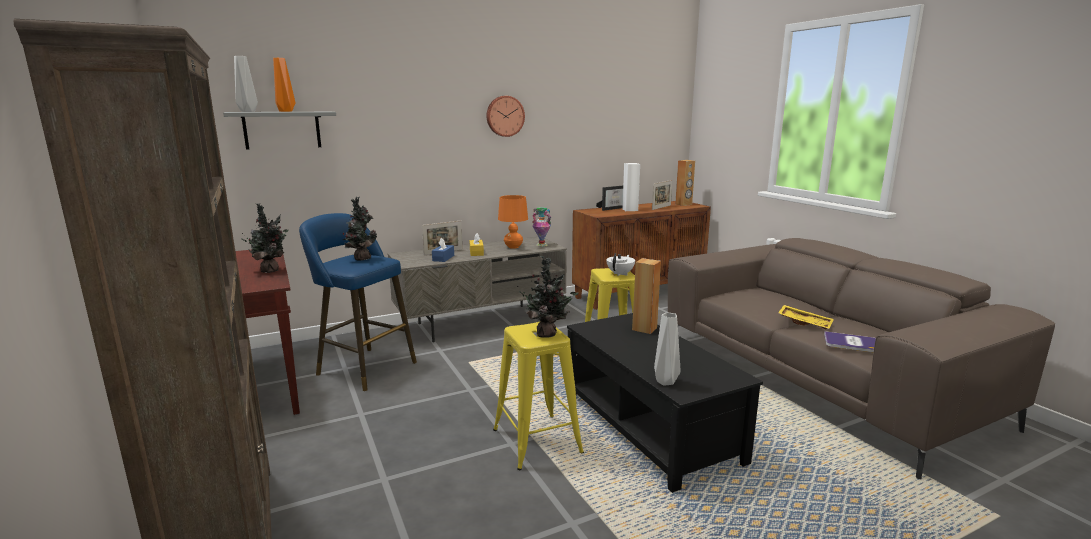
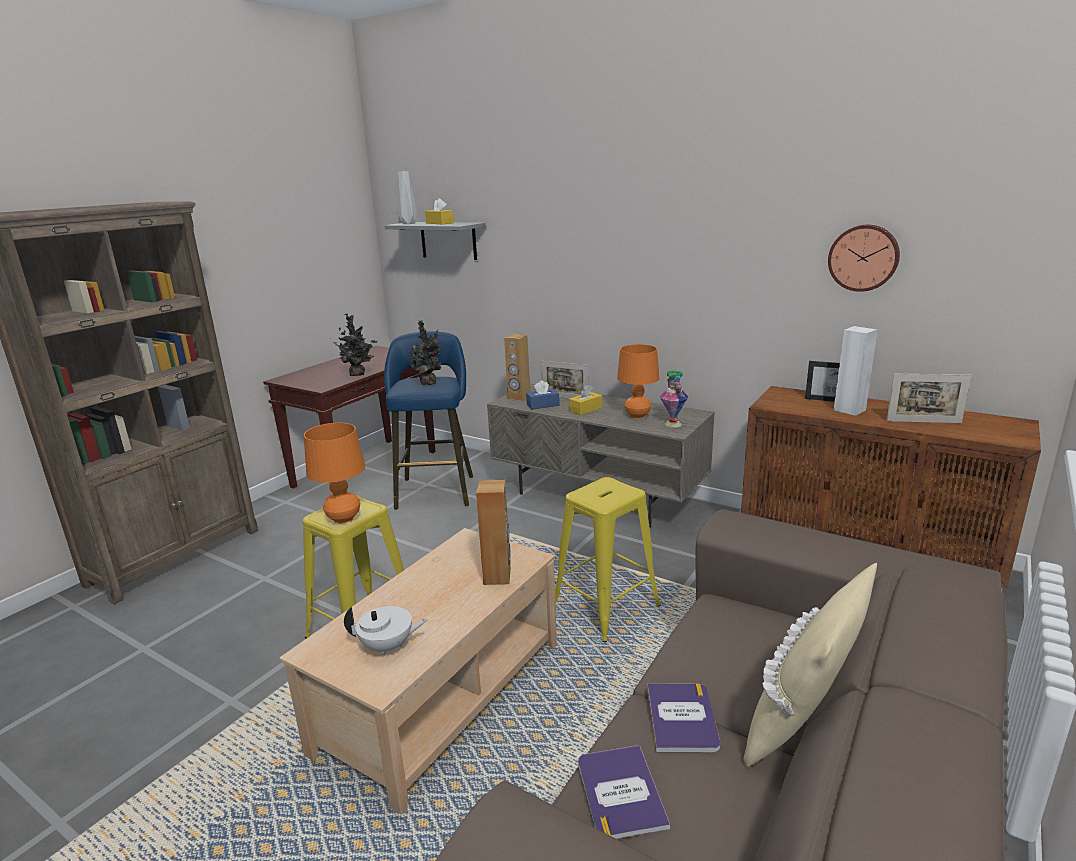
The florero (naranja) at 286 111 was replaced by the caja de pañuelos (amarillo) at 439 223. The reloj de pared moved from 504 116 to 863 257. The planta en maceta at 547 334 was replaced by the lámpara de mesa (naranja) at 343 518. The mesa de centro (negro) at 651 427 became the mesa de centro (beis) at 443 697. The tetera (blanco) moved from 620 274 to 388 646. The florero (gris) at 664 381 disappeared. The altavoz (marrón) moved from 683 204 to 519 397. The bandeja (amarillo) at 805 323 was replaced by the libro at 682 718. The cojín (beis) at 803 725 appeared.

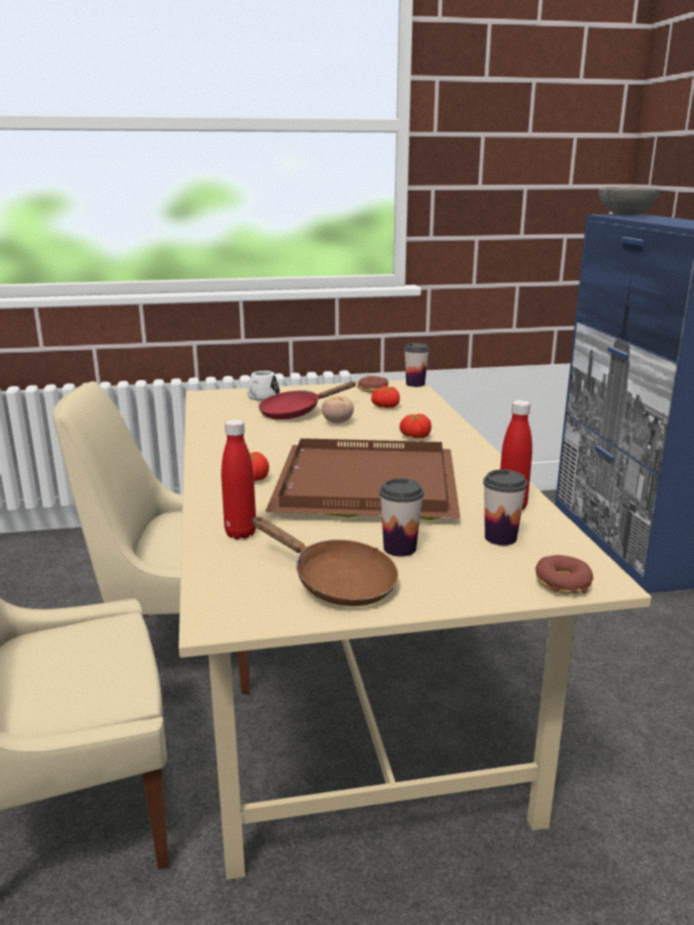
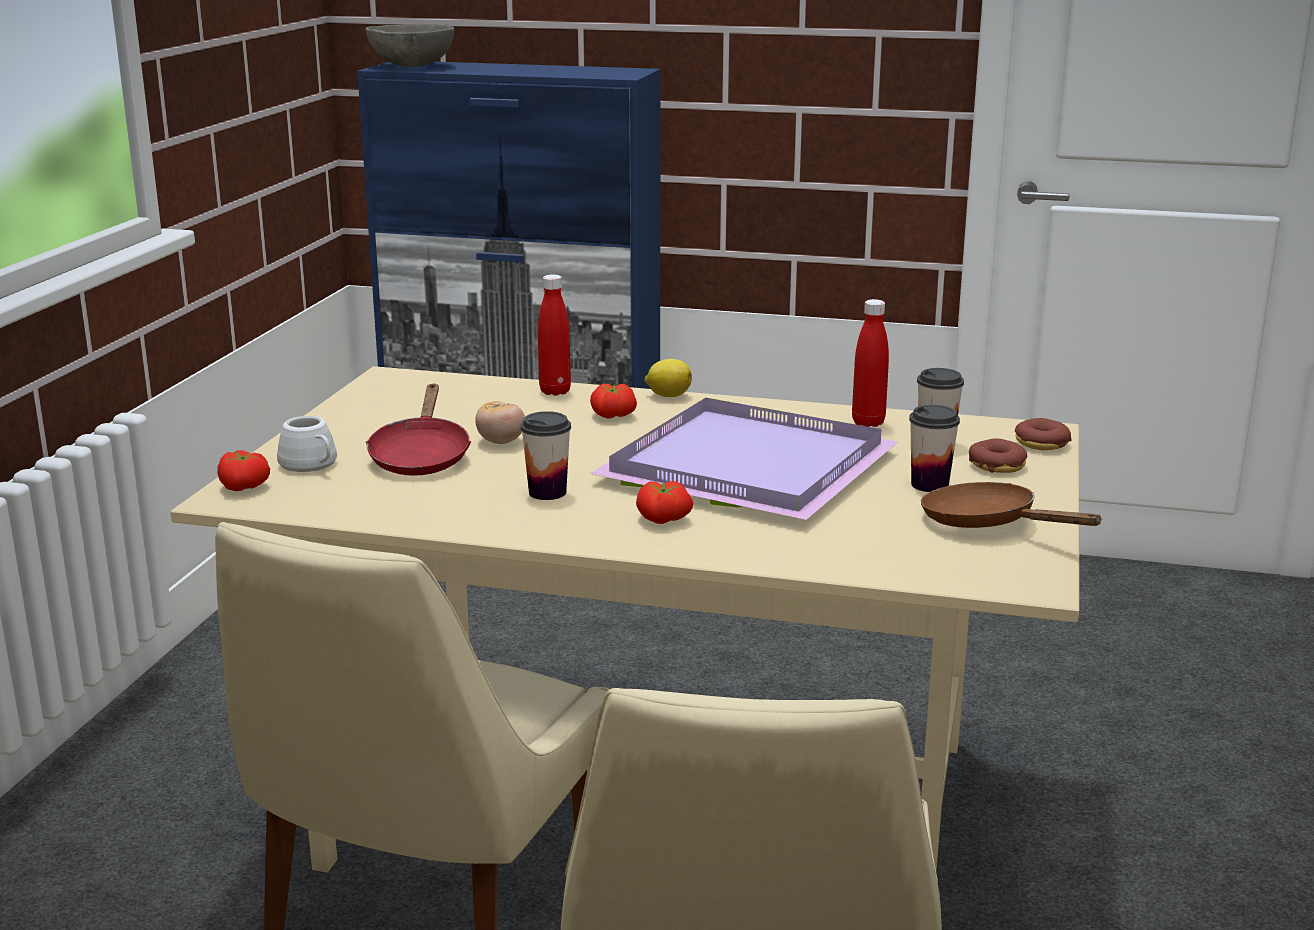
The botella (rojo) moved from 240 533 to 555 391. The sartén (marrón) at 336 583 turned 105 degrees counterclockwise. The bandeja (marrón) at 363 483 became the bandeja (morado) at 741 468. The rosquilla moved from 373 389 to 997 465. The tomate moved from 387 407 to 245 487. The taza moved from 415 384 to 547 492. The limón at 668 396 appeared.

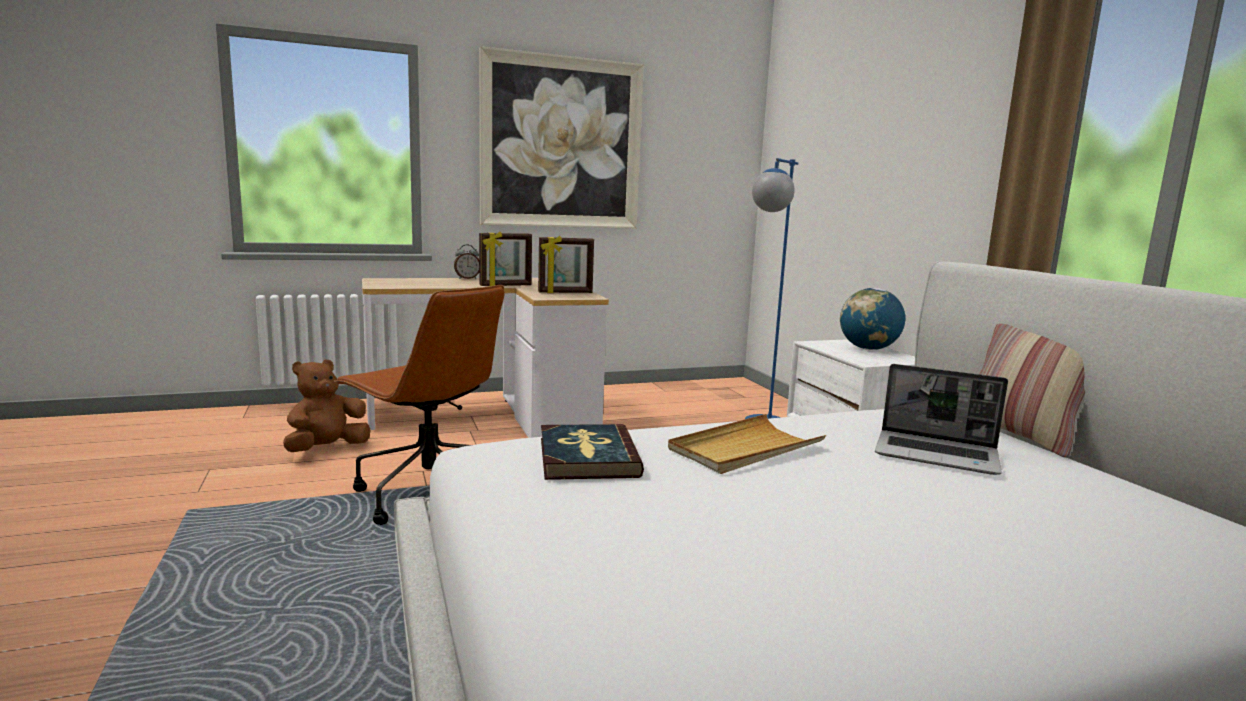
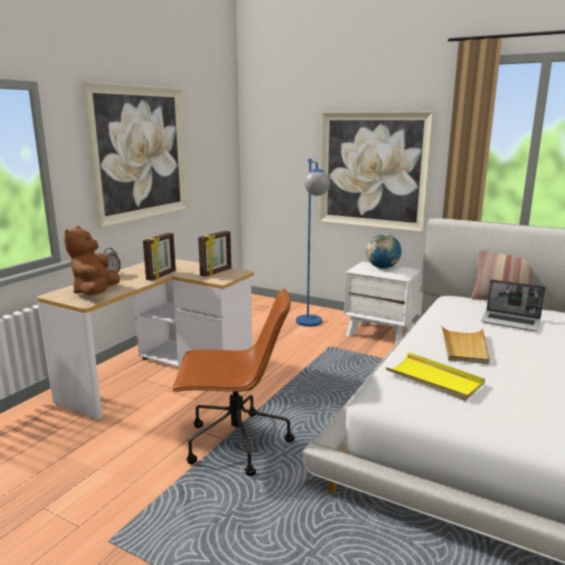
The peluche (marrón) moved from 326 449 to 96 293. The libro at 587 457 was replaced by the bandeja (amarillo) at 434 379. The portátil at 938 455 turned 45 degrees clockwise. The cuadro at 373 170 appeared.

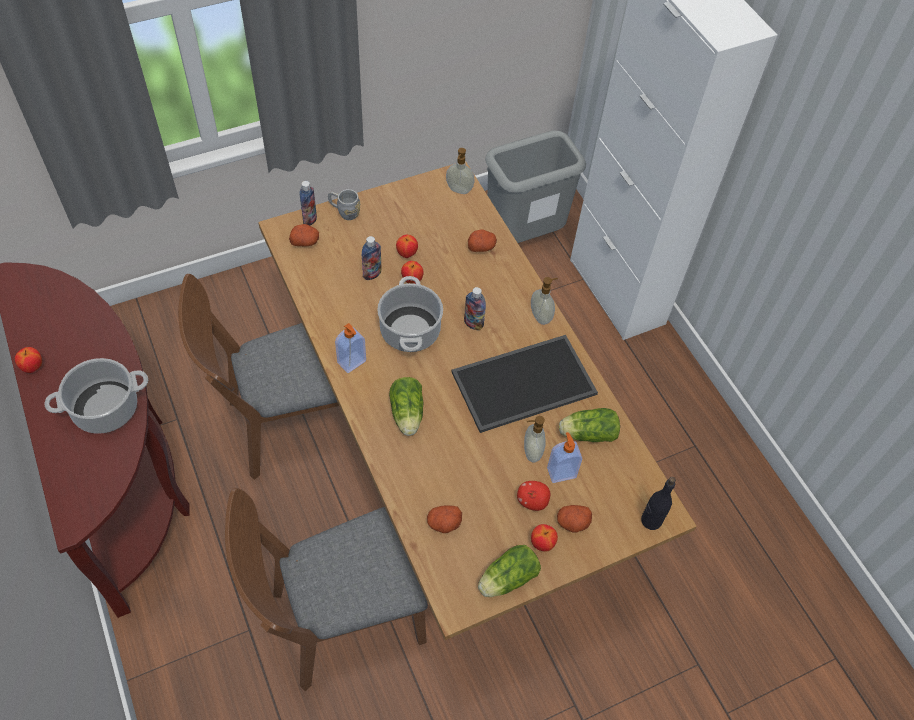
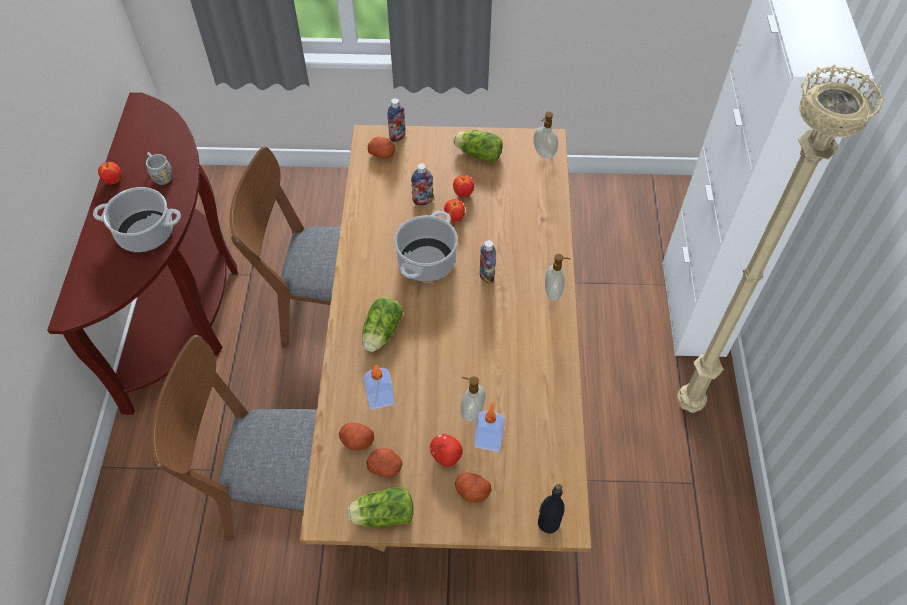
The taza grande (gris) moved from 344 212 to 160 175. The dispensador de jabón moved from 352 362 to 381 400. The bandeja at 523 385 disappeared. The patata moved from 481 246 to 385 467. The papelera (gris) at 524 236 disappeared. The manzana at 542 544 disappeared. The lechuga moved from 586 433 to 477 153. The lámpara de pie (beis) at 687 405 appeared.

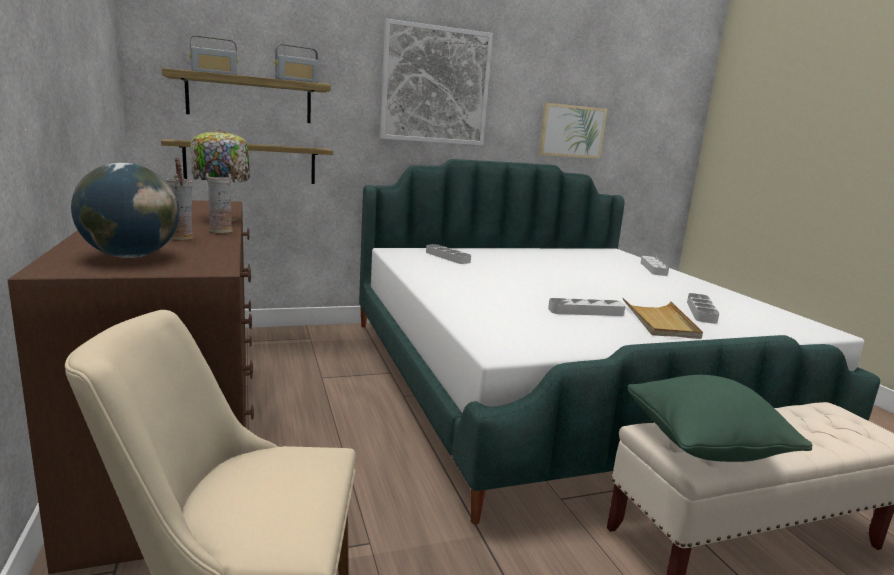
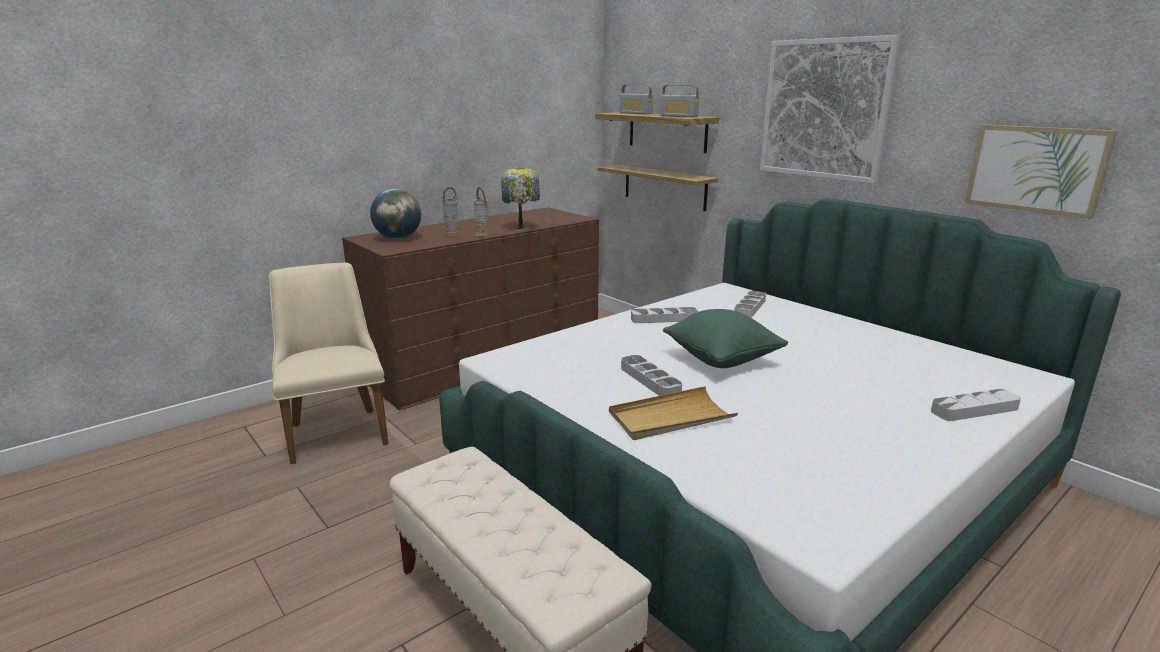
The cojín (verde) moved from 704 446 to 722 360. The bandeja (gris) moved from 701 312 to 664 319.

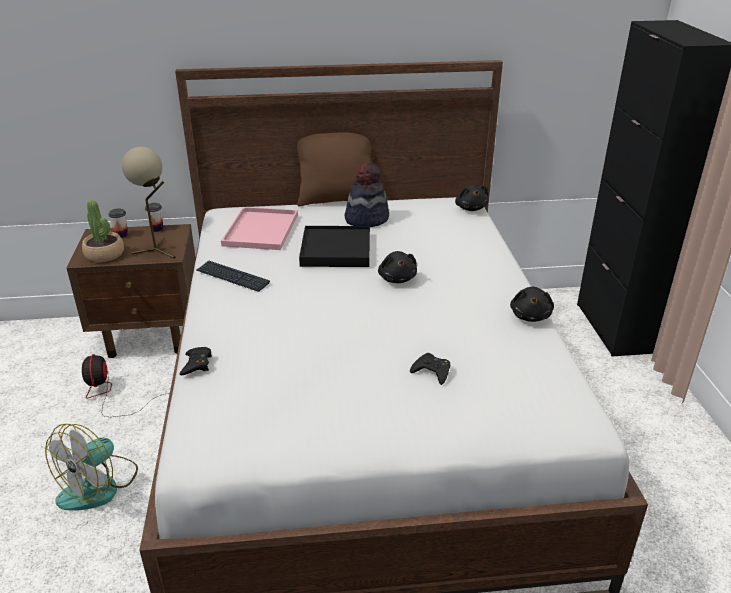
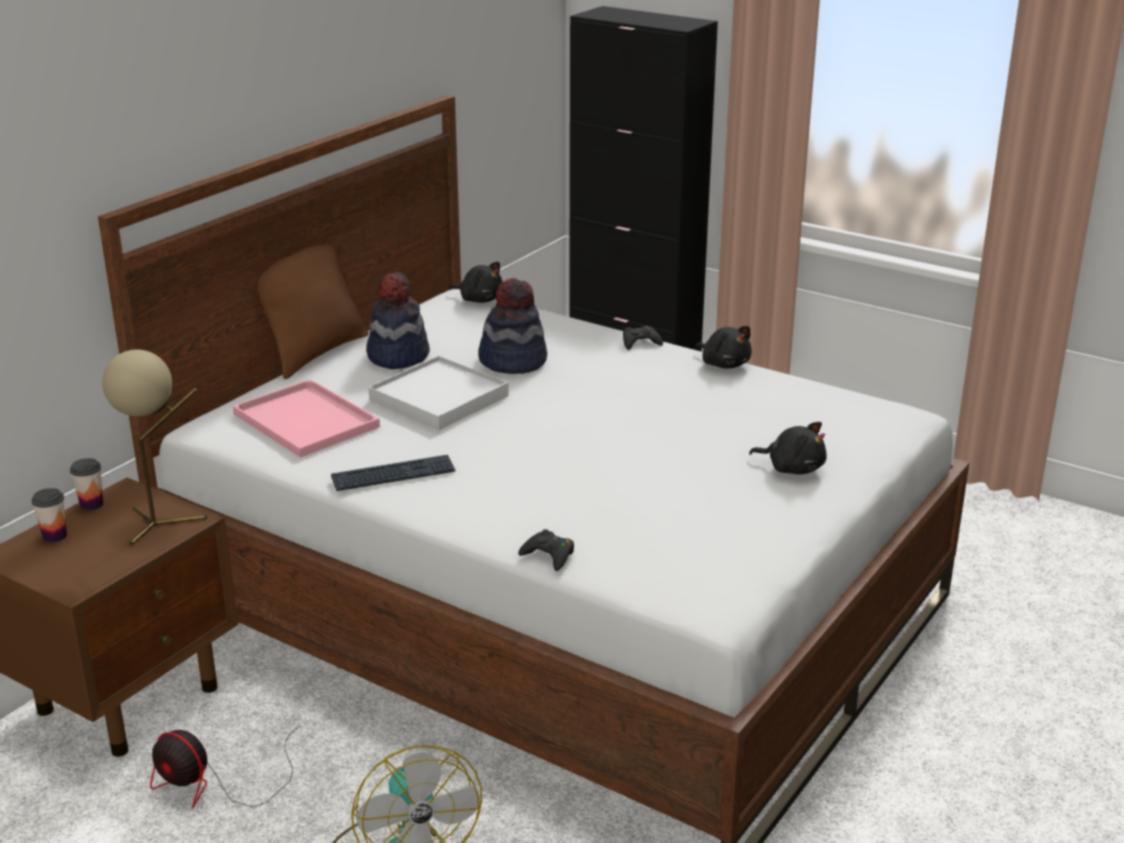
The planta en maceta at 105 254 disappeared. The bandeja (negro) at 336 250 became the bandeja (blanco) at 439 398. The peluche (negro) moved from 397 278 to 792 468. The mando de consola (negro) moved from 432 372 to 640 342. The sombrero at 513 361 appeared.

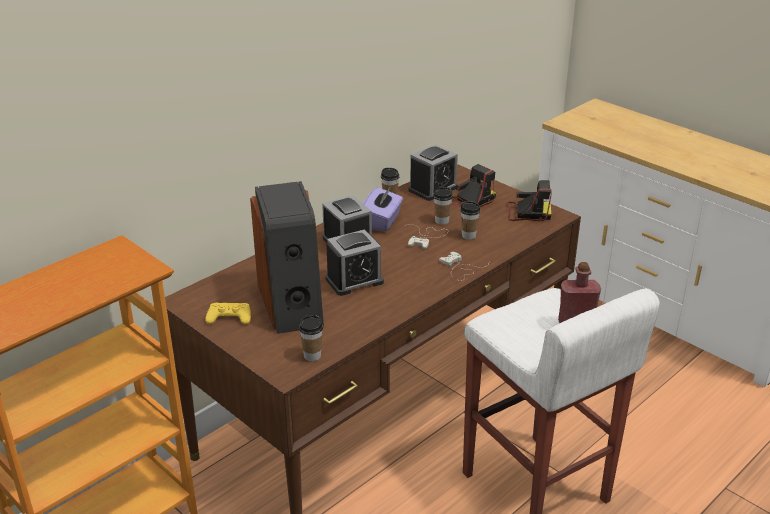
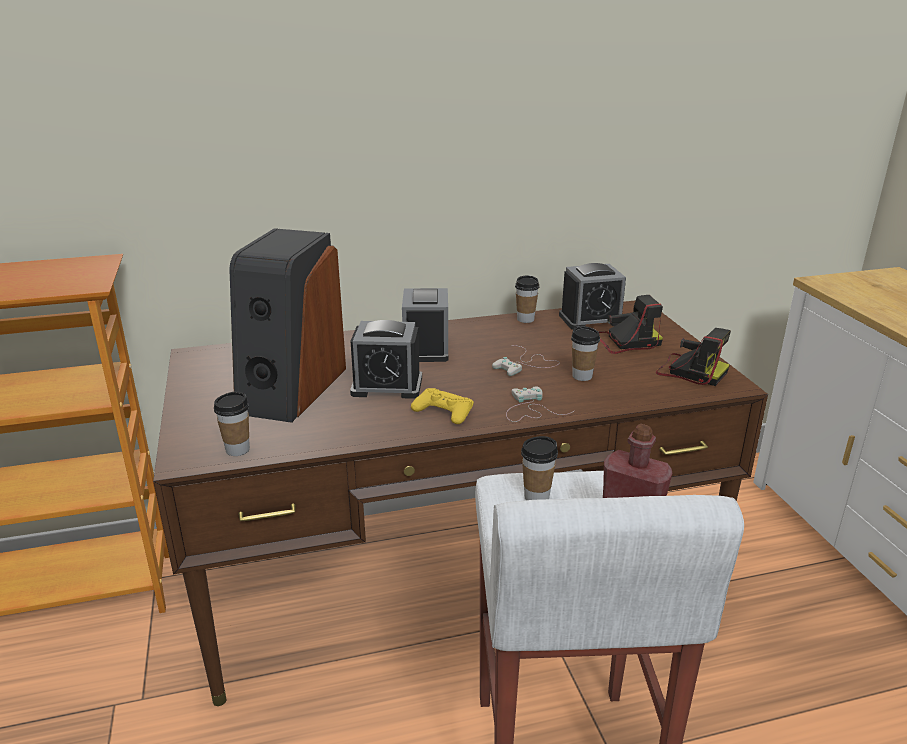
The mando de consola (amarillo) moved from 229 317 to 443 411. The caja de pañuelos (morado) at 382 221 disappeared. The taza moved from 442 221 to 536 497.

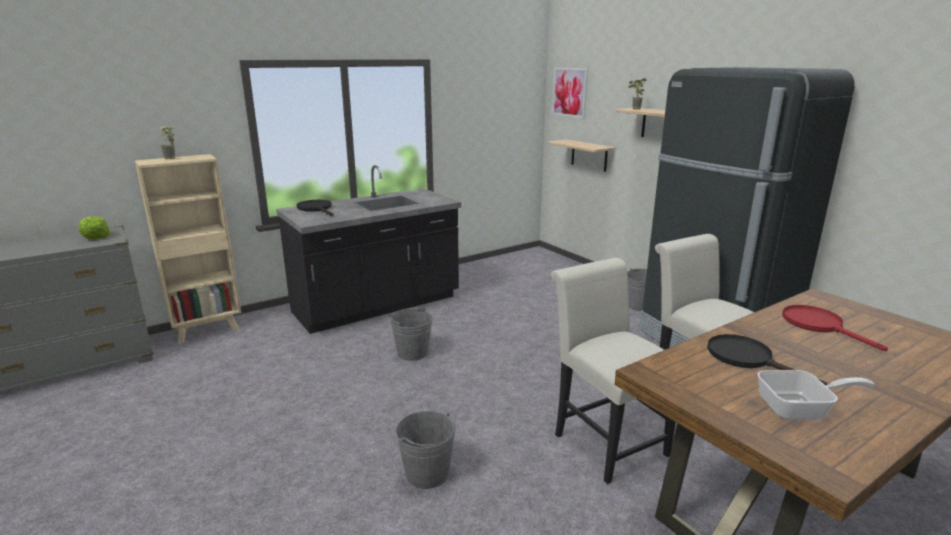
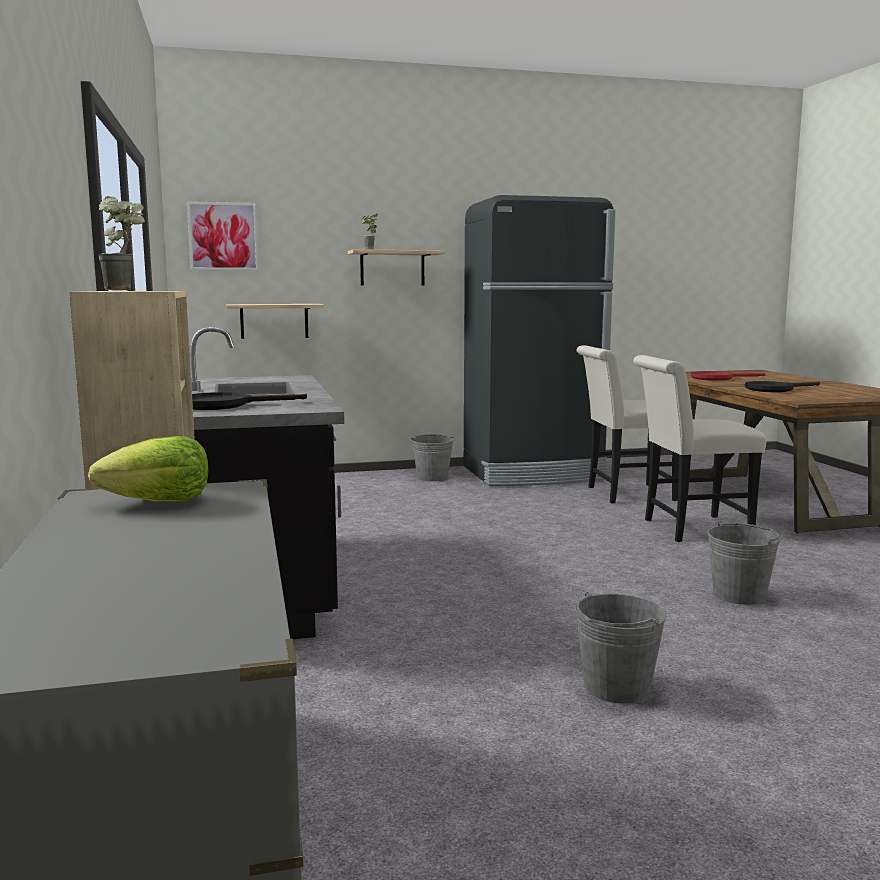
The cubo (gris) moved from 412 353 to 616 687. The sartén at 800 409 disappeared.

